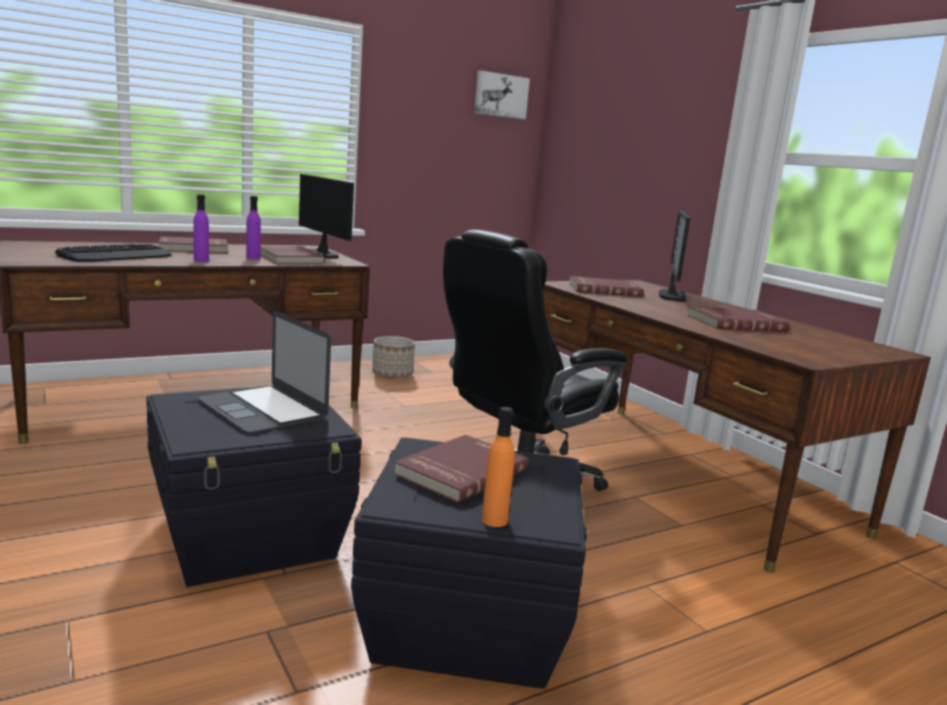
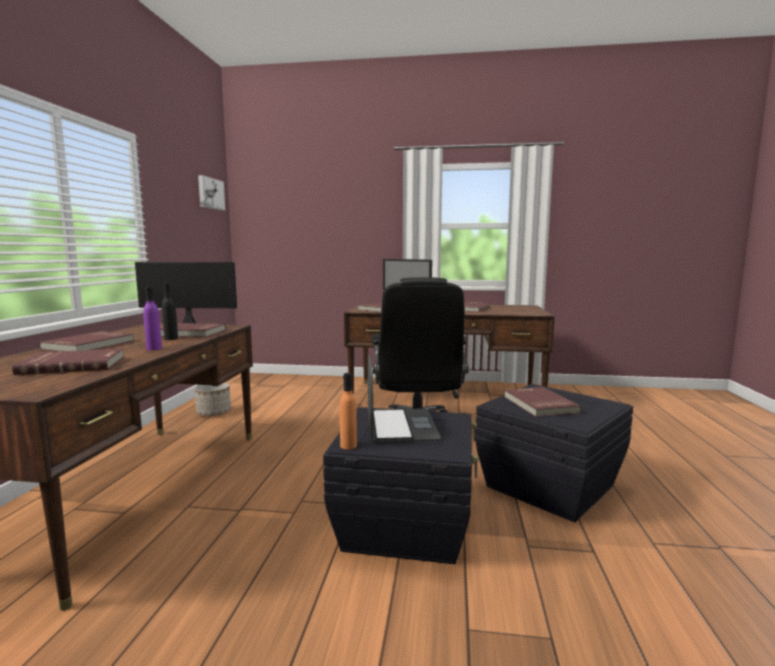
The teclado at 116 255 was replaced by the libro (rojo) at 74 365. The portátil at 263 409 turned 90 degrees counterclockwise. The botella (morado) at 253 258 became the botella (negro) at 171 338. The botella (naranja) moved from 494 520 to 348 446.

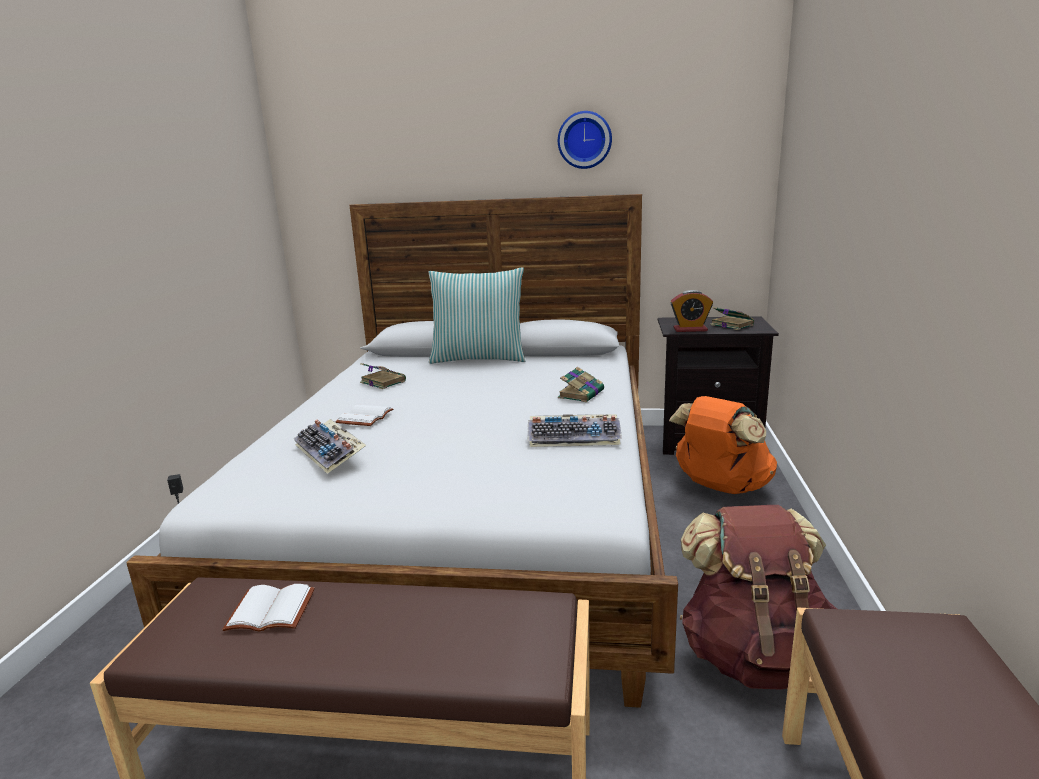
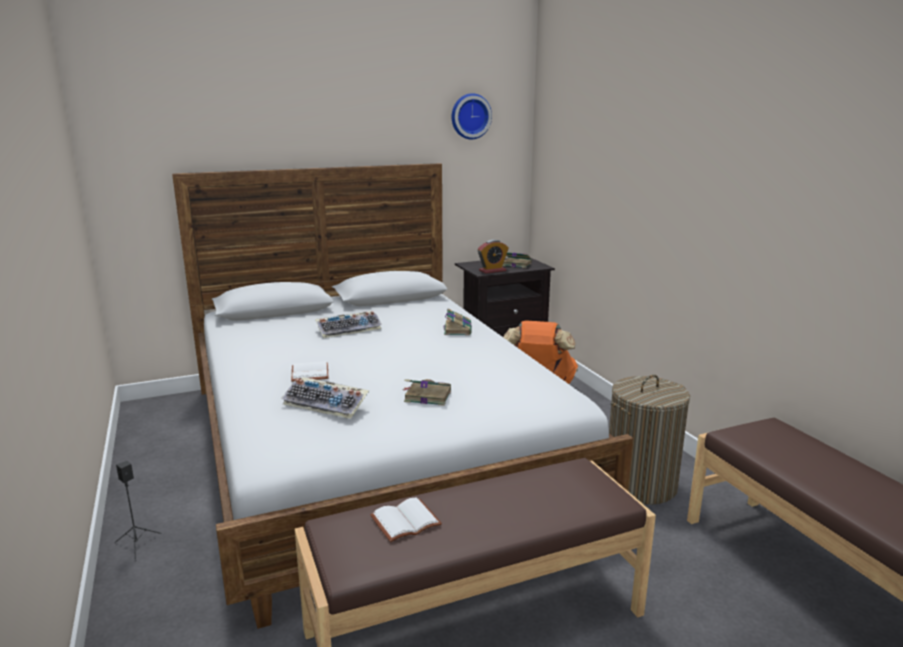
The libro moved from 382 381 to 426 396. The cojín at 478 358 disappeared. The teclado moved from 575 437 to 349 329. The reloj de pared moved from 584 140 to 470 116. The mochila (marrón) at 754 655 was replaced by the cesto de la ropa at 640 484.

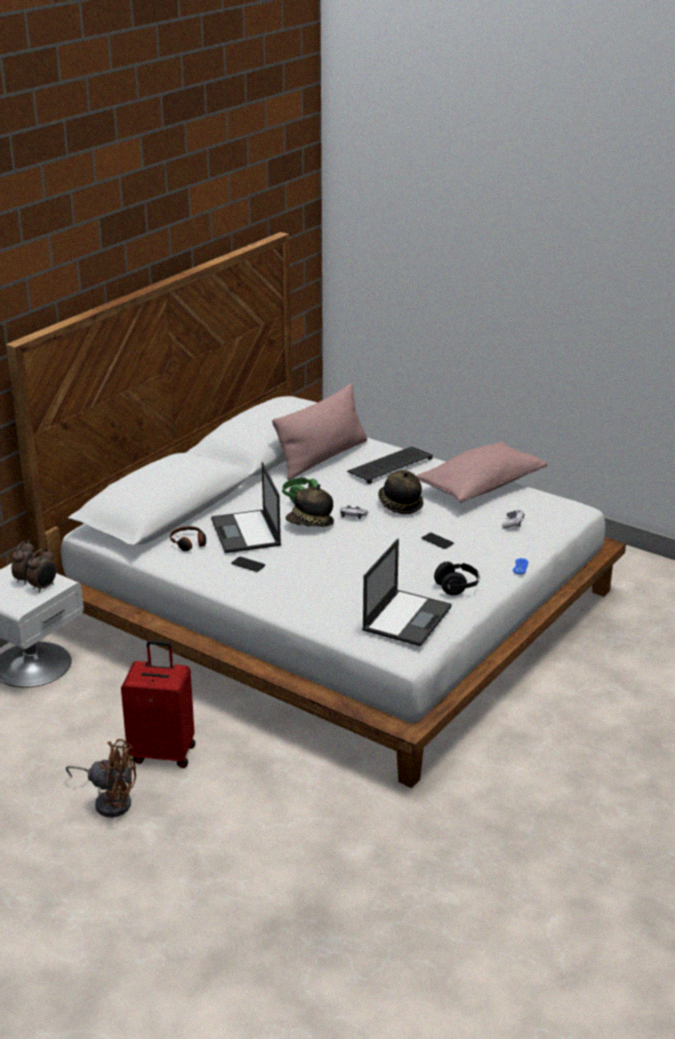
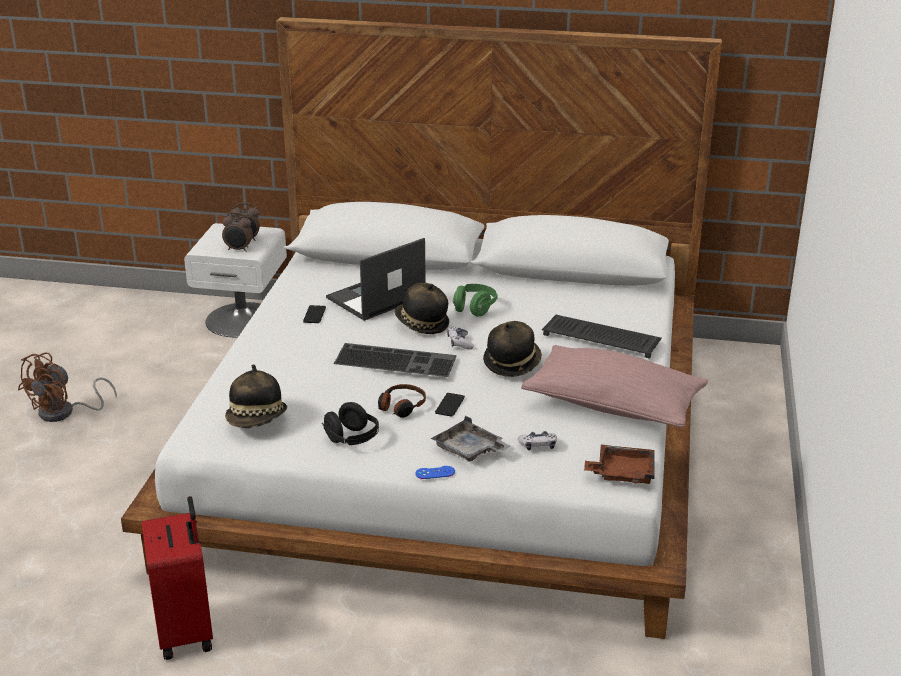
The ventilador (marrón) at 109 801 turned 45 degrees clockwise. The maleta (rojo) moved from 163 753 to 187 632. The auriculares moved from 189 543 to 401 407. The cojín (rosa) at 322 458 disappeared. The portátil at 407 617 was replaced by the sombrero at 257 420. The teclado at 397 359 appeared. The bandeja (gris) at 469 450 appeared. The bandeja (marrón) at 622 473 appeared.

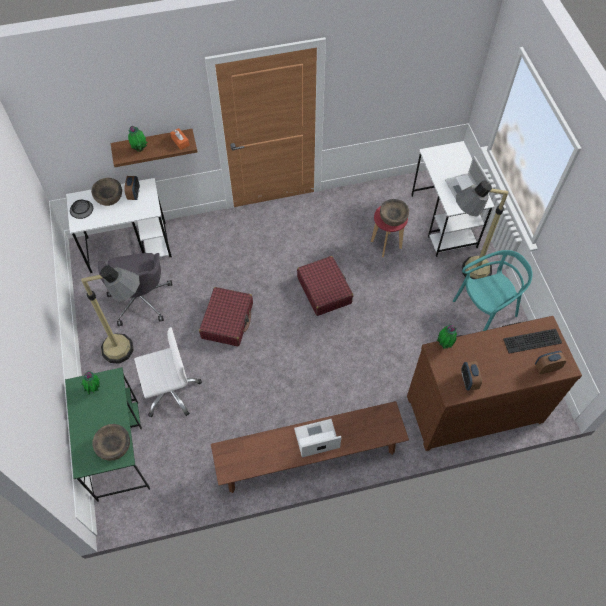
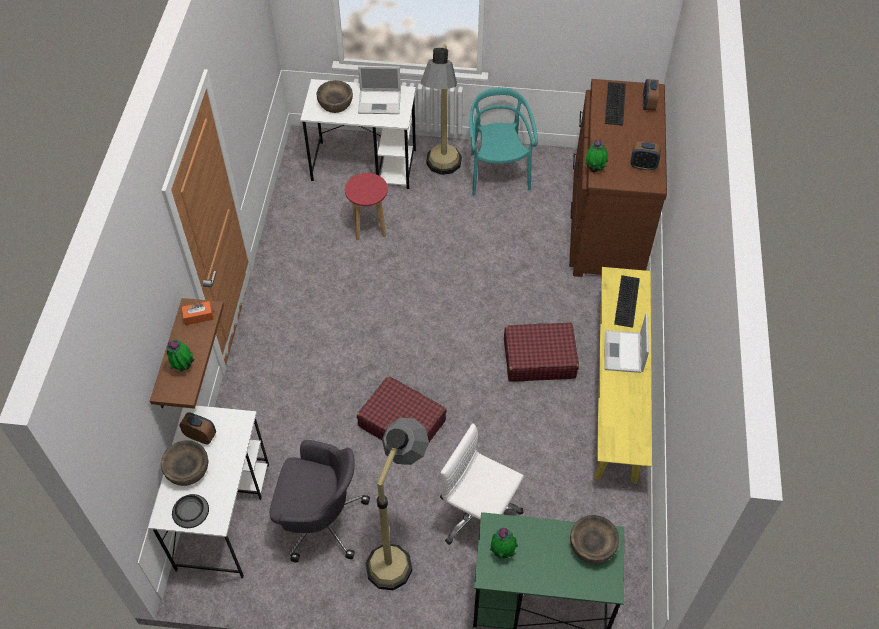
The silla de oficina (blanco) at 170 391 turned 60 degrees counterclockwise. The banco (marrón) at 309 457 became the banco (amarillo) at 617 390. The maleta (rojo) moved from 324 290 to 539 358. The cuenco (marrón) moved from 393 217 to 335 104. The teclado at 628 302 appeared.

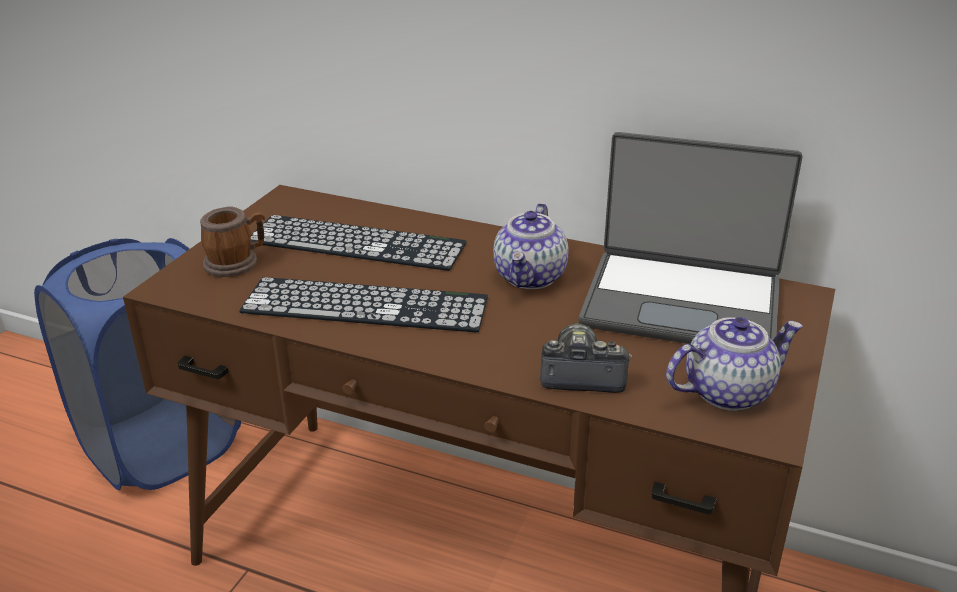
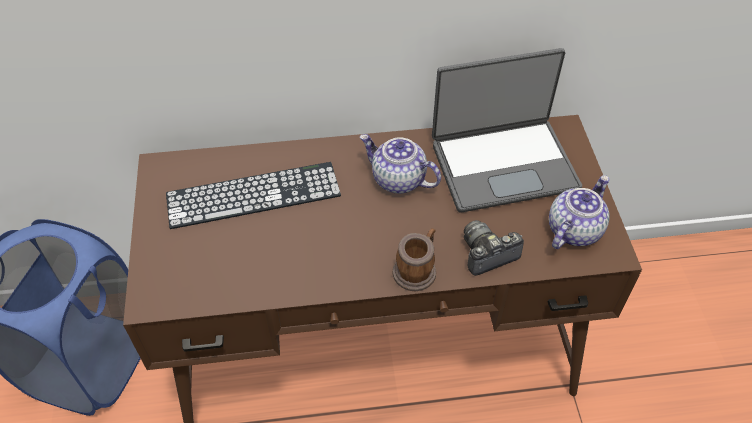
The taza grande moved from 237 263 to 417 269. The teclado at 365 305 disappeared. The tetera at 531 277 turned 135 degrees clockwise.

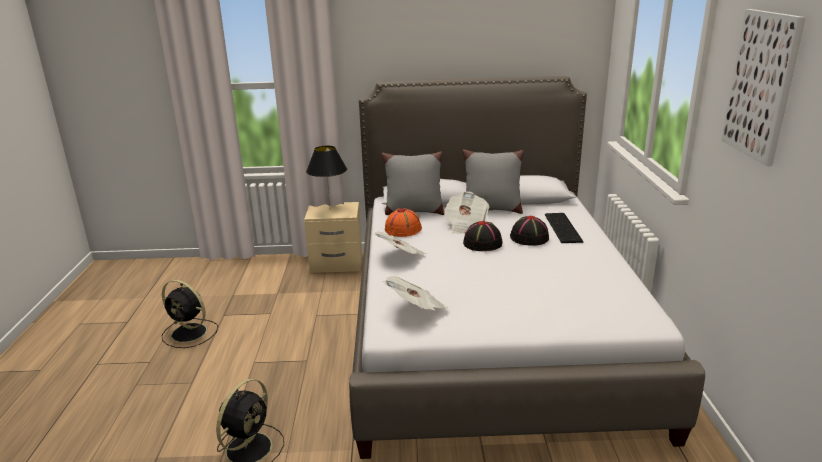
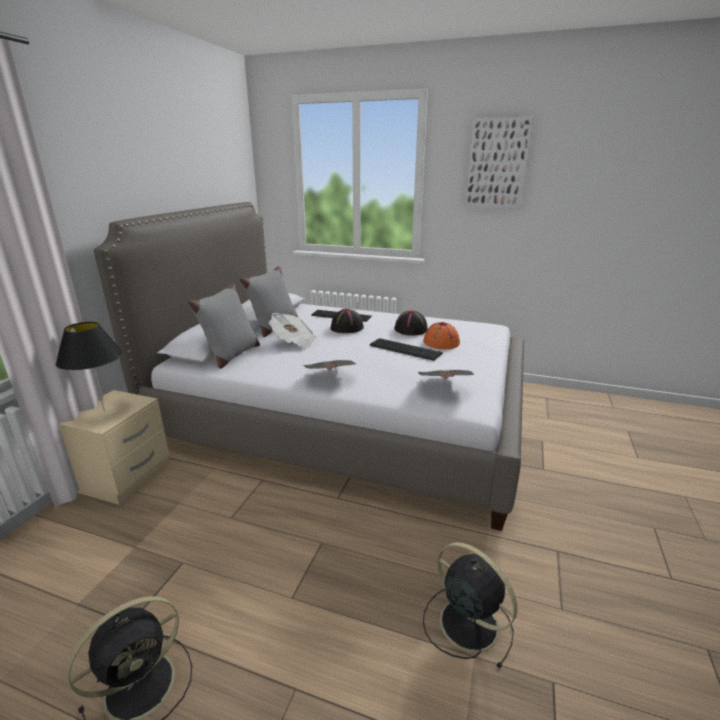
The sombrero (naranja) moved from 403 229 to 440 342. The sombrero (negro) moved from 483 243 to 411 329. The teclado at 405 348 appeared.

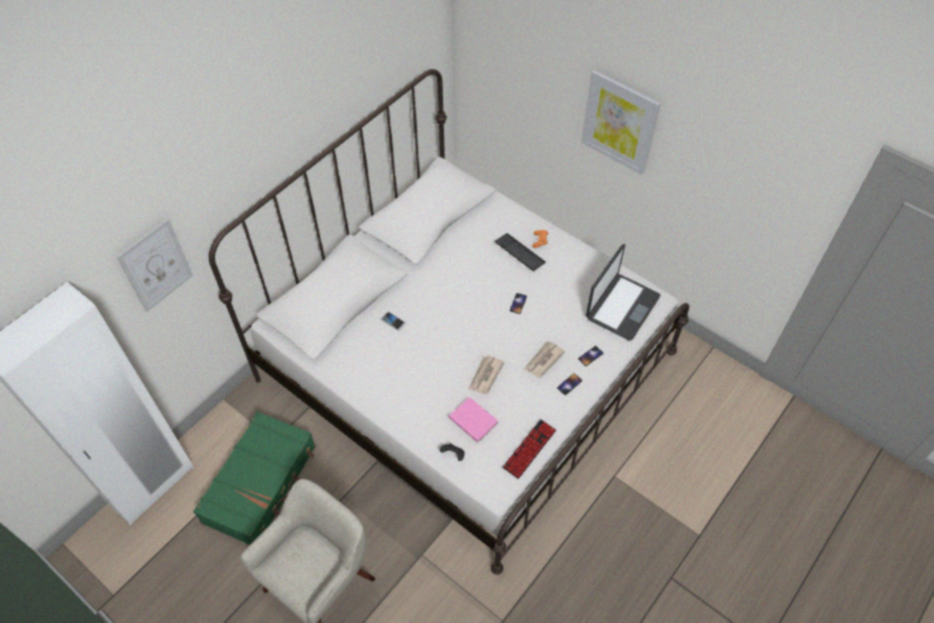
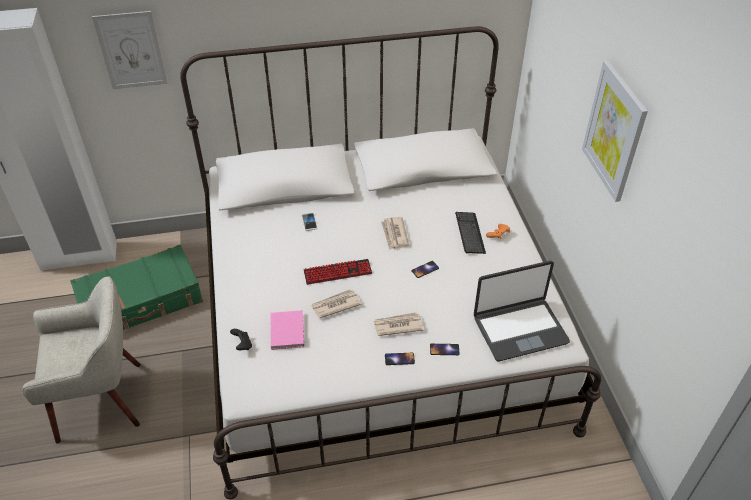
The teclado moved from 529 449 to 337 272. The periódico at 394 234 appeared.

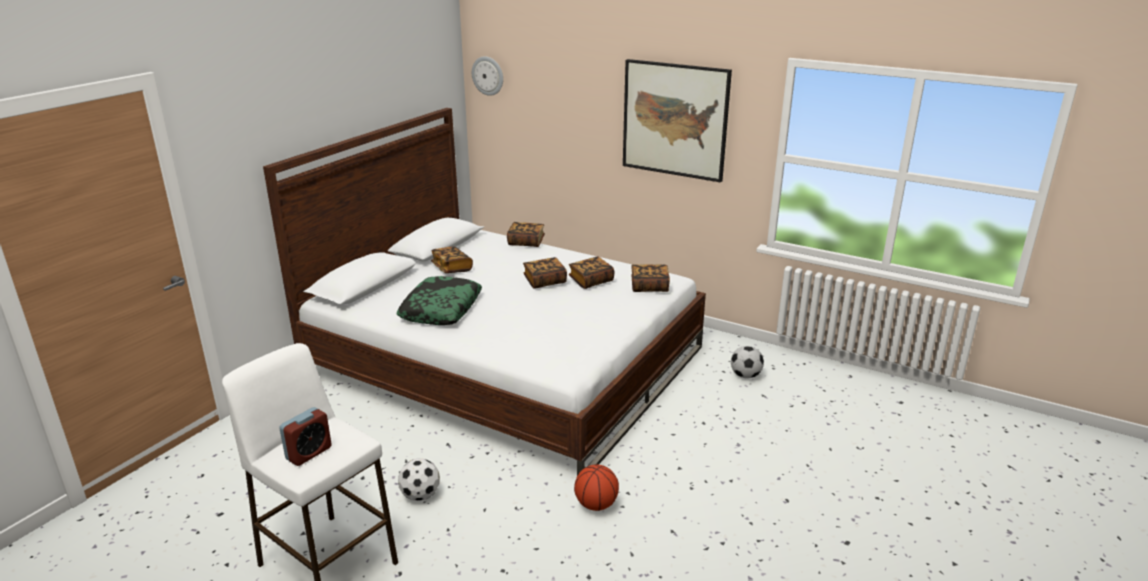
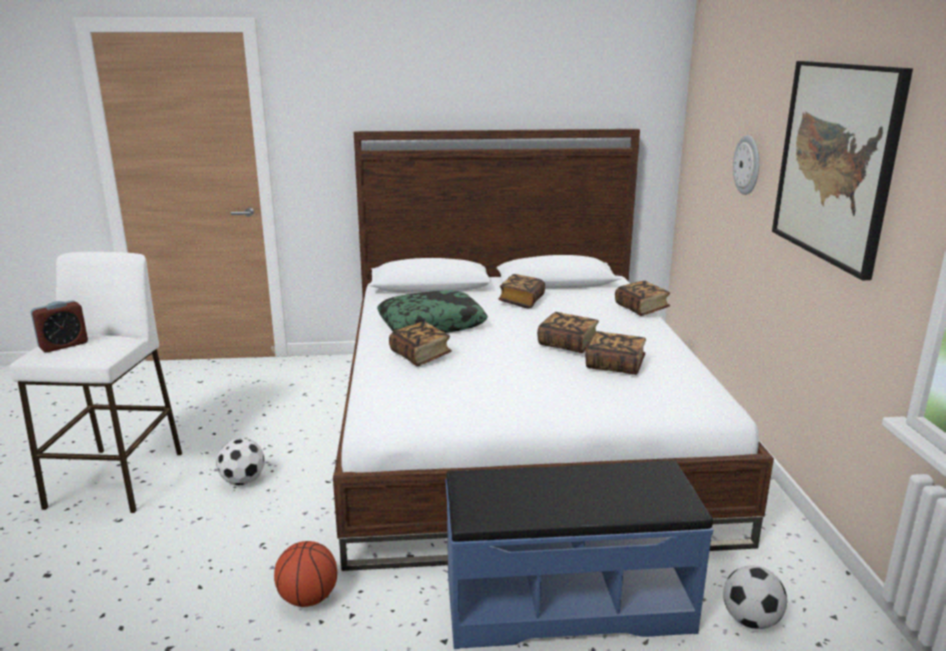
The despertador at 309 453 turned 45 degrees counterclockwise. The reloj de pared moved from 488 75 to 747 165. The libro moved from 649 287 to 420 356. The banco (azul) at 566 602 appeared.

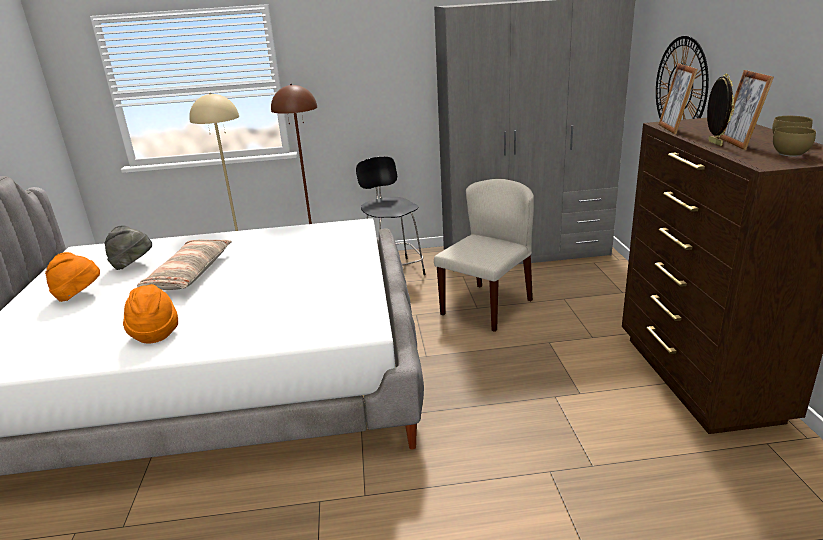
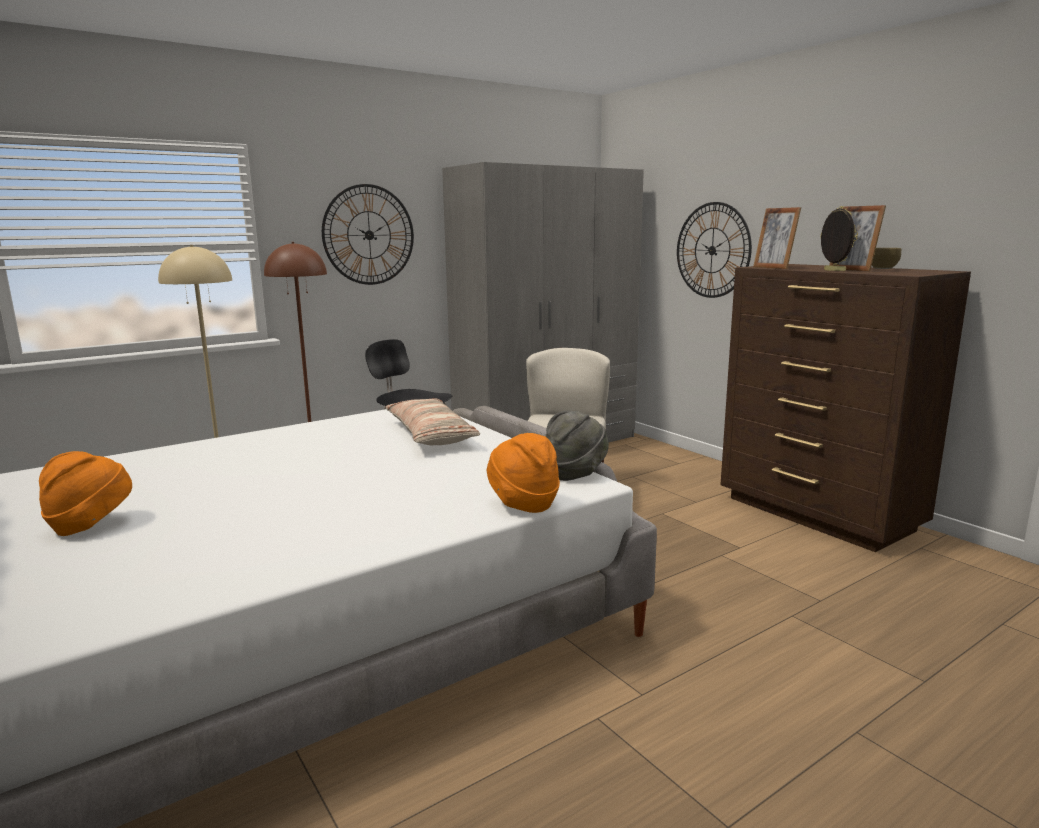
The sombrero (gris) moved from 133 265 to 575 473. The sombrero (naranja) moved from 155 333 to 523 504. The cojín moved from 190 274 to 429 435. The cuenco (marrón) at 789 154 disappeared. The reloj de pared at 369 235 appeared.

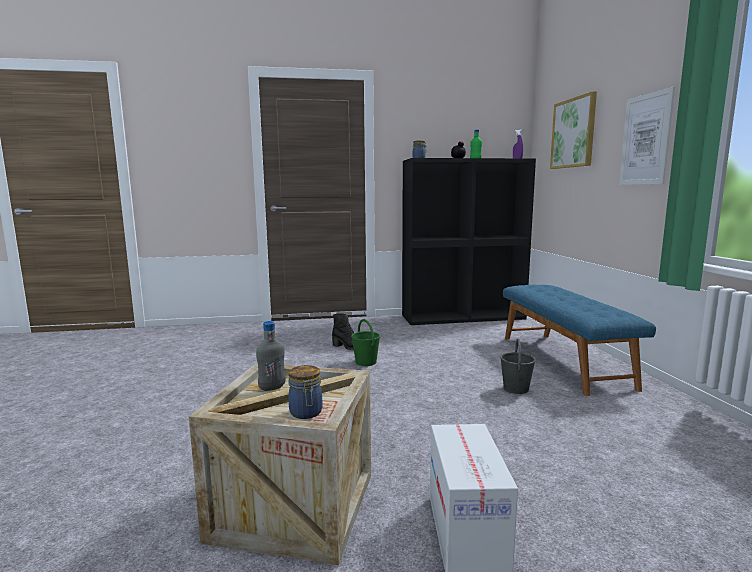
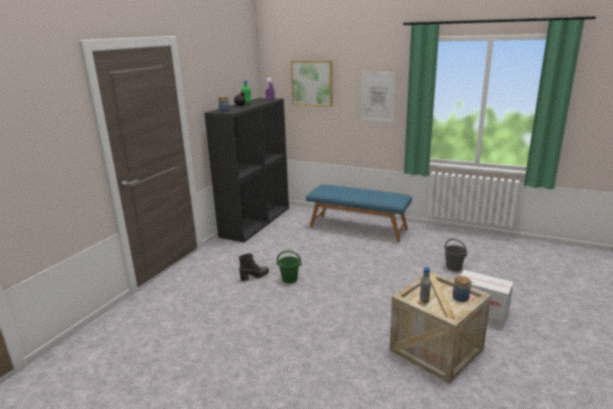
The cubo (gris) moved from 516 388 to 453 267.

